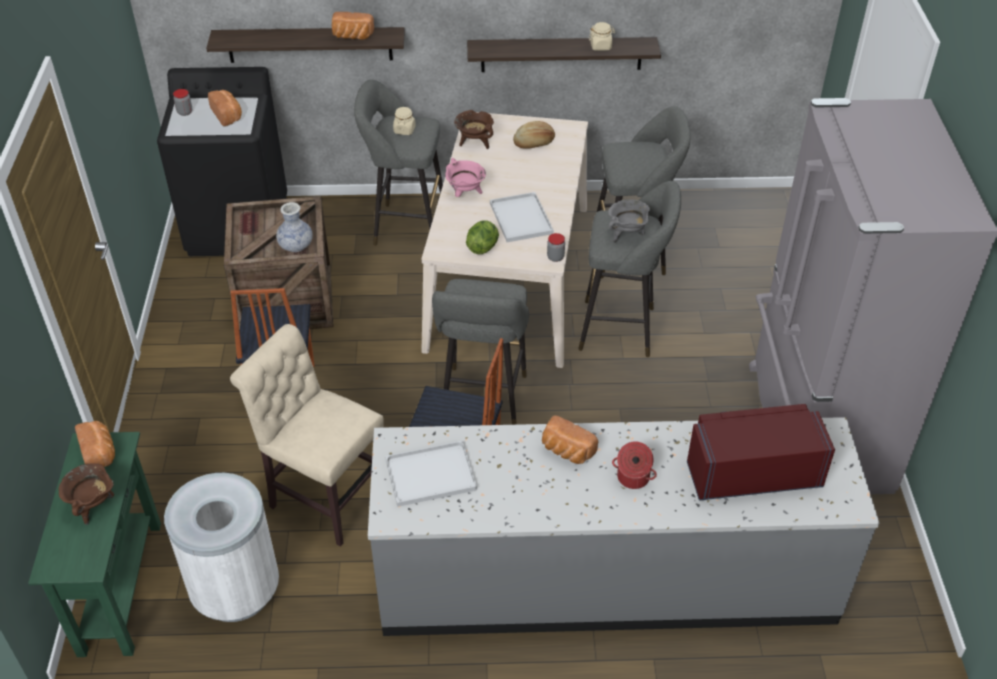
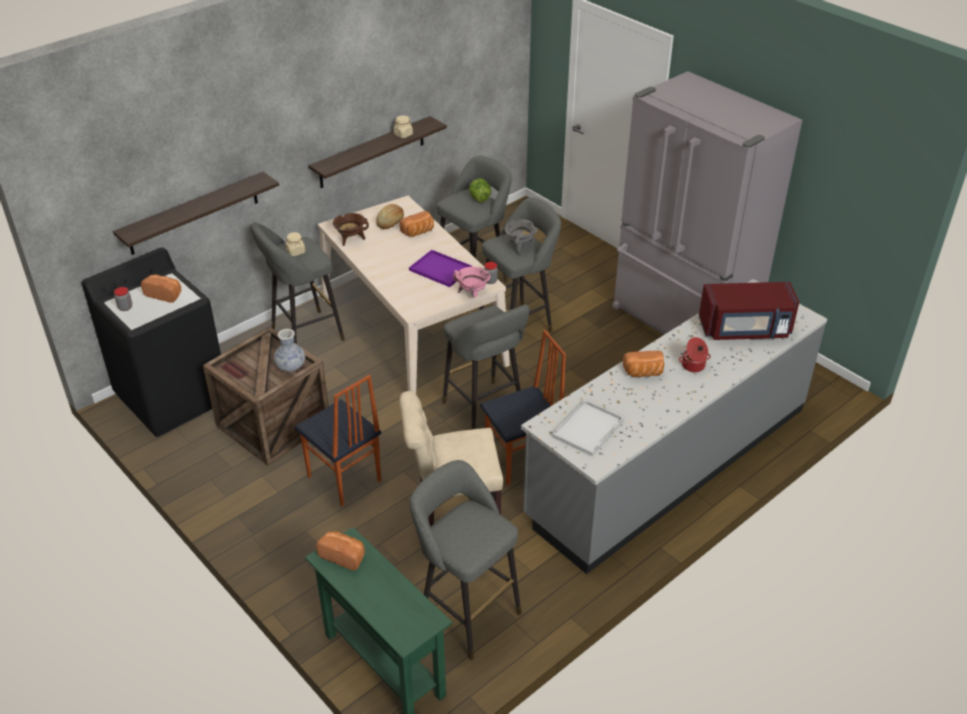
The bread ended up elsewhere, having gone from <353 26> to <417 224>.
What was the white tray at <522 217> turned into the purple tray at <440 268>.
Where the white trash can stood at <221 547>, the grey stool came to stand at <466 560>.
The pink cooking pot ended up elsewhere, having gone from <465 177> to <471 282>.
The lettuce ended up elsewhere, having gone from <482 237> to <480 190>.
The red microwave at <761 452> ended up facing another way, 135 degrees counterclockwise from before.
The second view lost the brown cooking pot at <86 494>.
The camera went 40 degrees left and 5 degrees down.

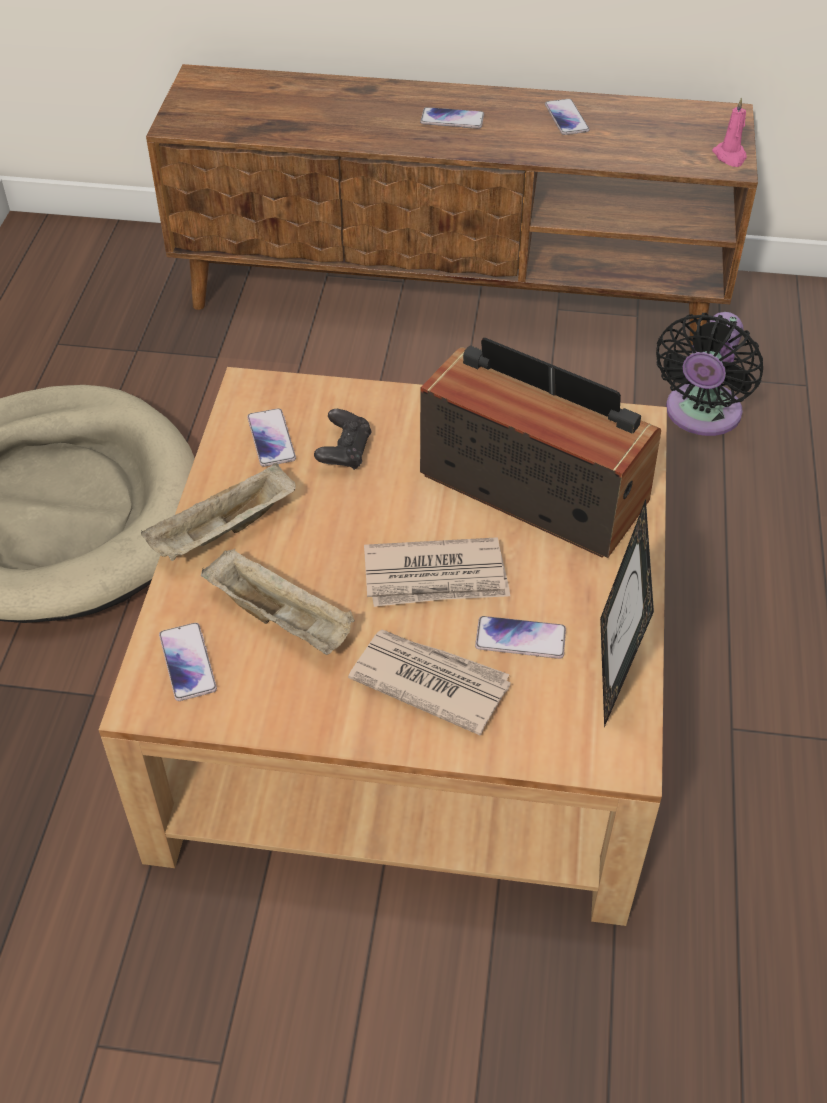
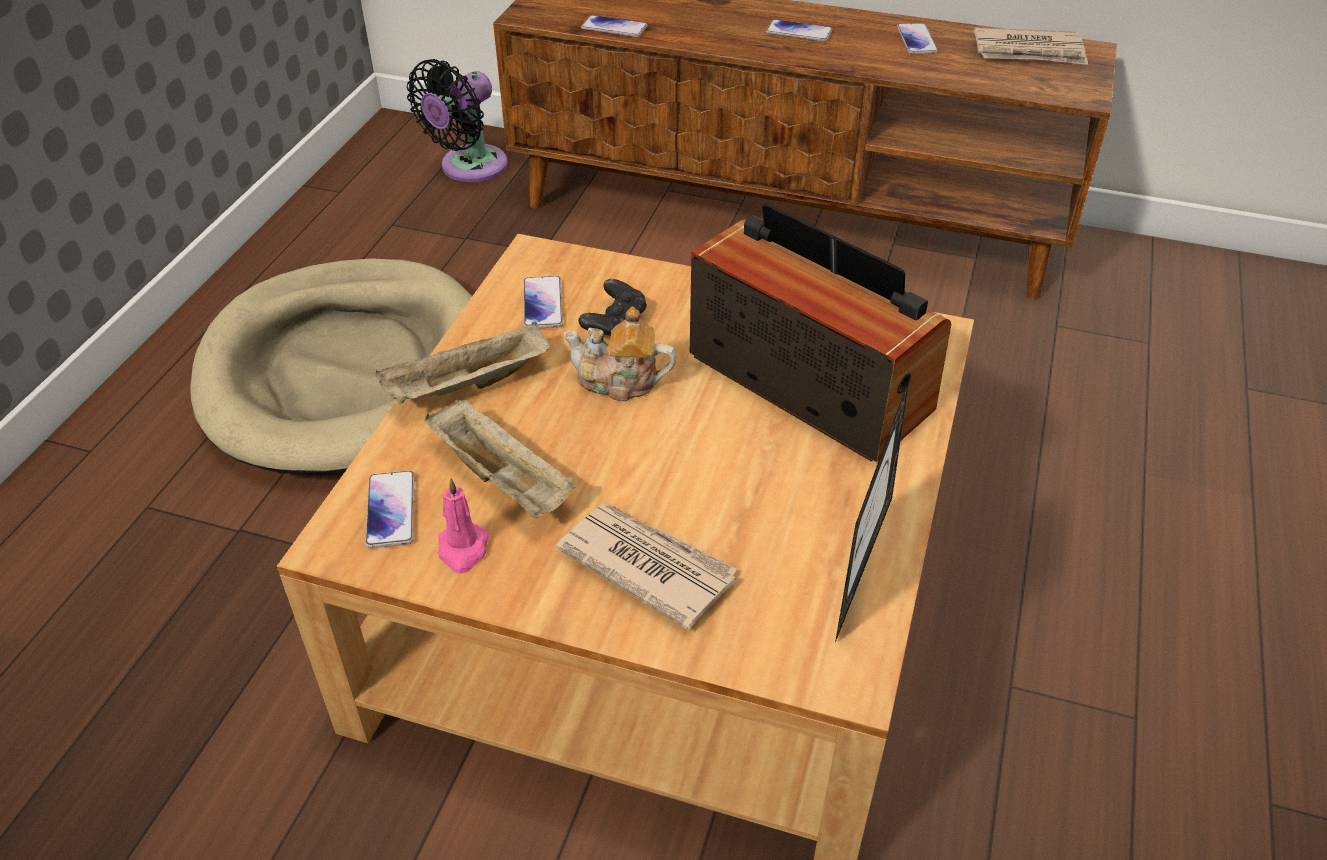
The black fan ended up elsewhere, having gone from <709 374> to <457 120>.
The pink candle ended up elsewhere, having gone from <729 132> to <463 525>.
The second view gained the teapot at <620 354>.
The phone ended up elsewhere, having gone from <520 637> to <614 26>.
The newspaper ended up elsewhere, having gone from <437 572> to <1031 46>.
The camera went 10 degrees right and 5 degrees down.

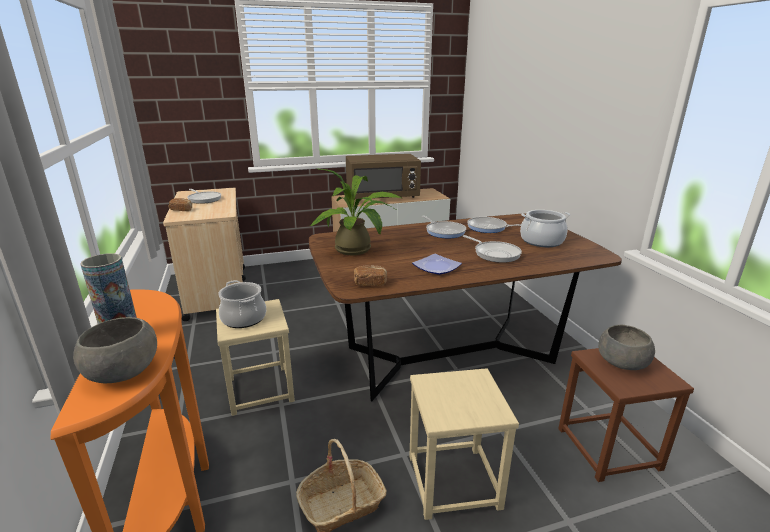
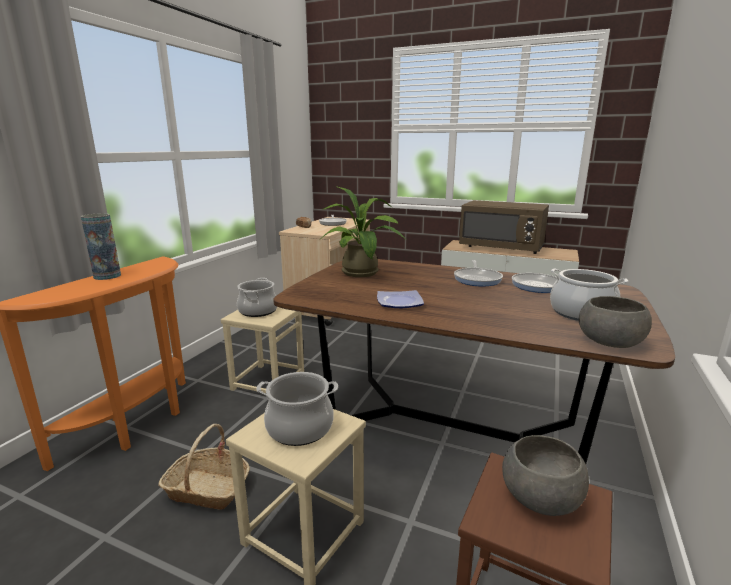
The second view gained the cooking pot at <297 409>.
The grey bowl ended up elsewhere, having gone from <115 350> to <615 322>.
The second view lost the bread at <370 275>.
The second view lost the frying pan at <492 249>.
The camera went 40 degrees right and 5 degrees down.

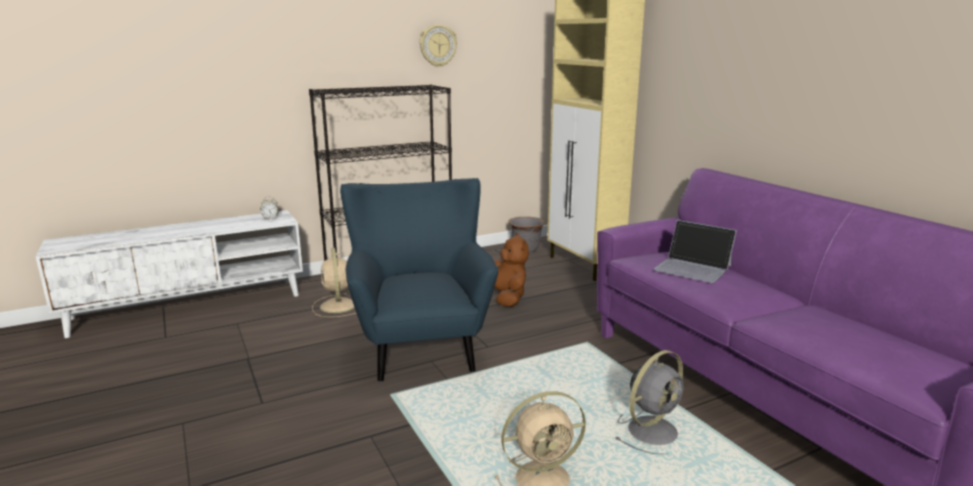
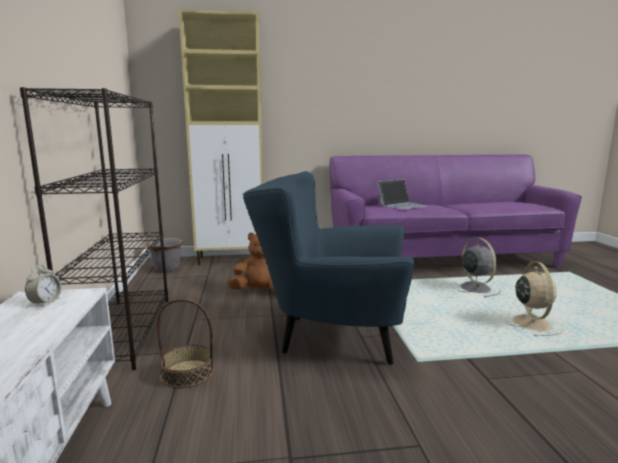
Where the beige fan stood at <334 282>, the basket came to stand at <185 343>.
The second view lost the wall clock at <438 45>.
The camera went 70 degrees left and 5 degrees down.

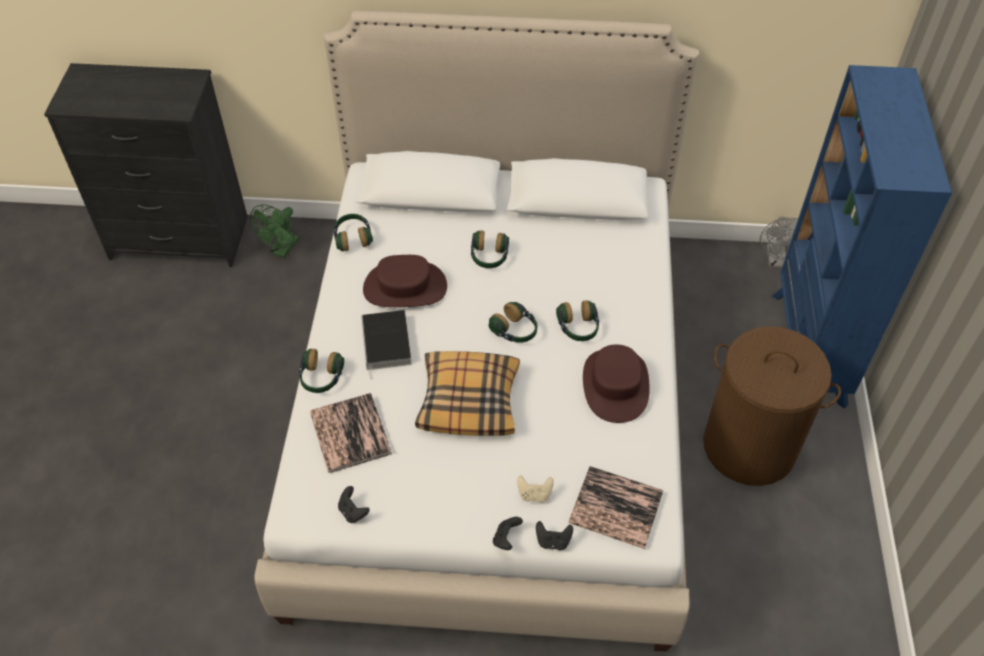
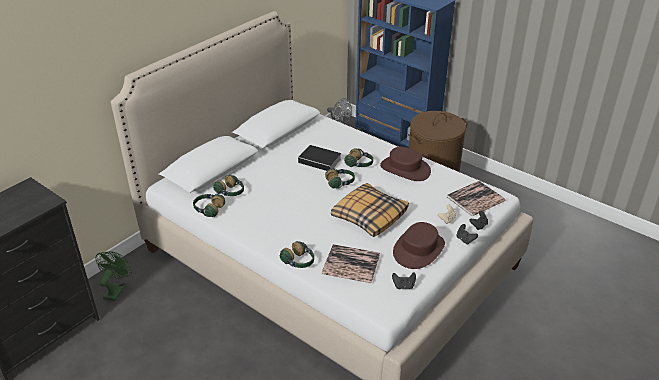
The green fan at <274 231> ended up facing another way, 135 degrees counterclockwise from before.
The headphones ended up elsewhere, having gone from <490 249> to <228 185>.
The book ended up elsewhere, having gone from <386 345> to <319 158>.
The brown hat ended up elsewhere, having gone from <405 281> to <419 245>.
The camera went 55 degrees left and 15 degrees down.

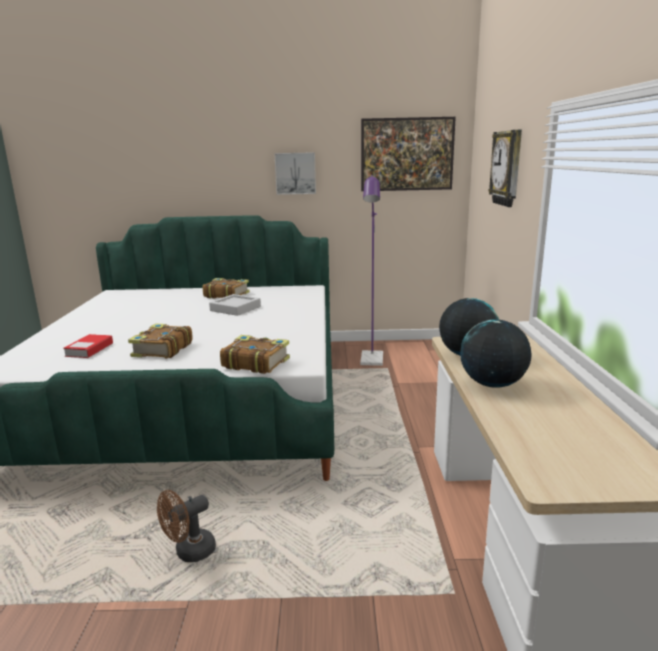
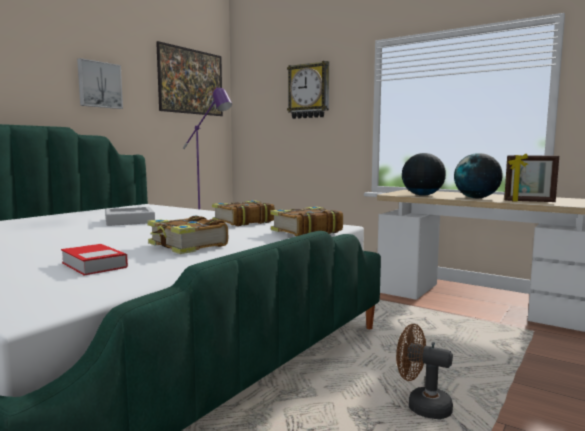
The book ended up elsewhere, having gone from <226 288> to <243 213>.
The brown fan at <186 526> ended up facing another way, 120 degrees clockwise from before.
The second view gained the picture frame at <531 178>.
The camera went 55 degrees left and 10 degrees down.

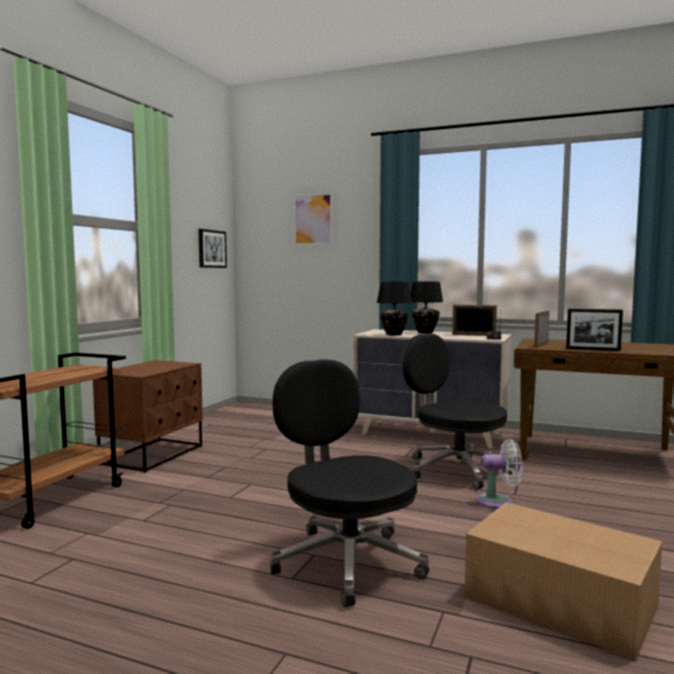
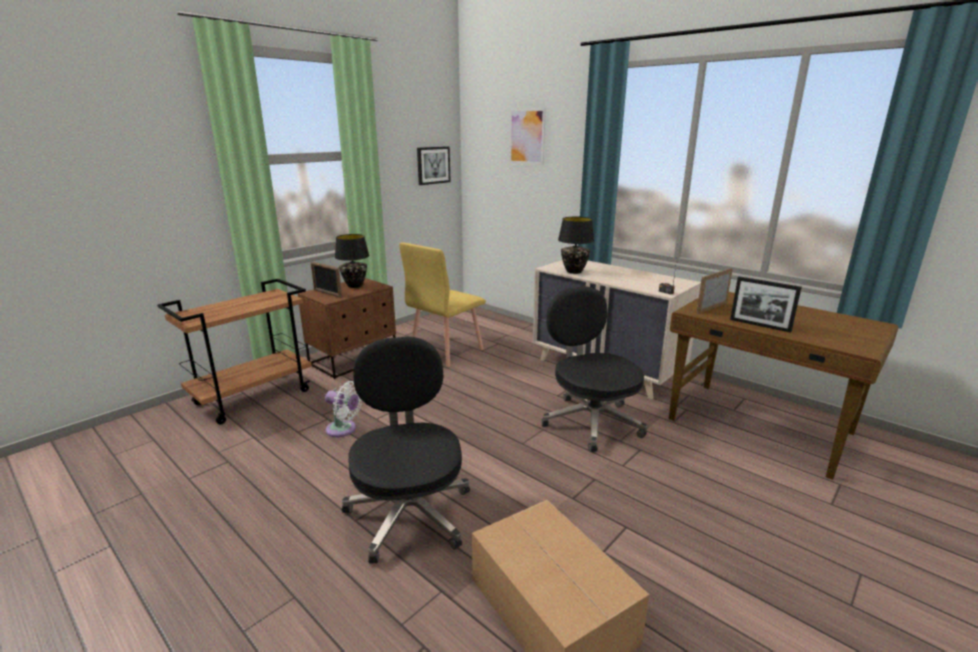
The picture frame ended up elsewhere, having gone from <474 320> to <326 280>.
The white fan ended up elsewhere, having gone from <499 474> to <343 409>.
The black table lamp ended up elsewhere, having gone from <427 307> to <352 261>.
The second view gained the yellow chair at <442 304>.
The camera went 20 degrees right and 15 degrees up.

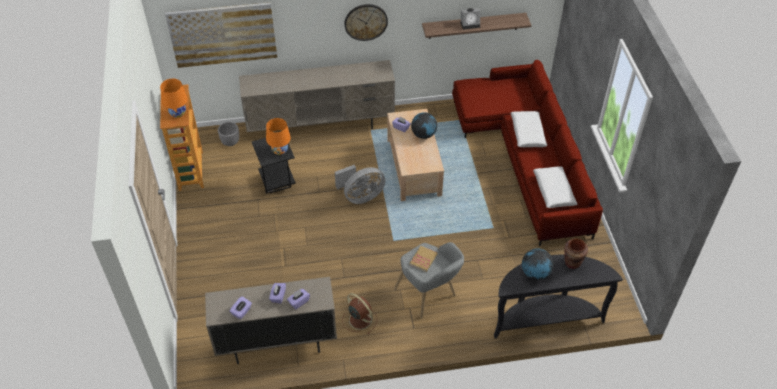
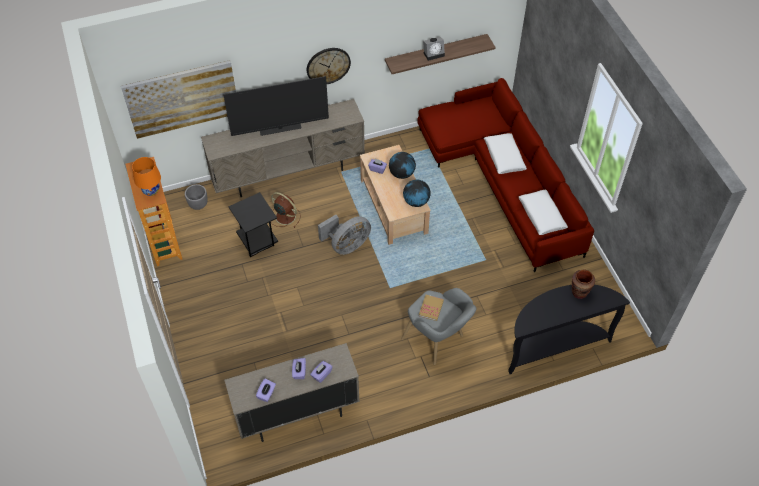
The second view gained the television at <276 106>.
The brown fan ended up elsewhere, having gone from <359 313> to <286 209>.
The globe ended up elsewhere, having gone from <538 264> to <417 193>.
The second view lost the orange table lamp at <278 136>.
The camera went 10 degrees left and 5 degrees up.

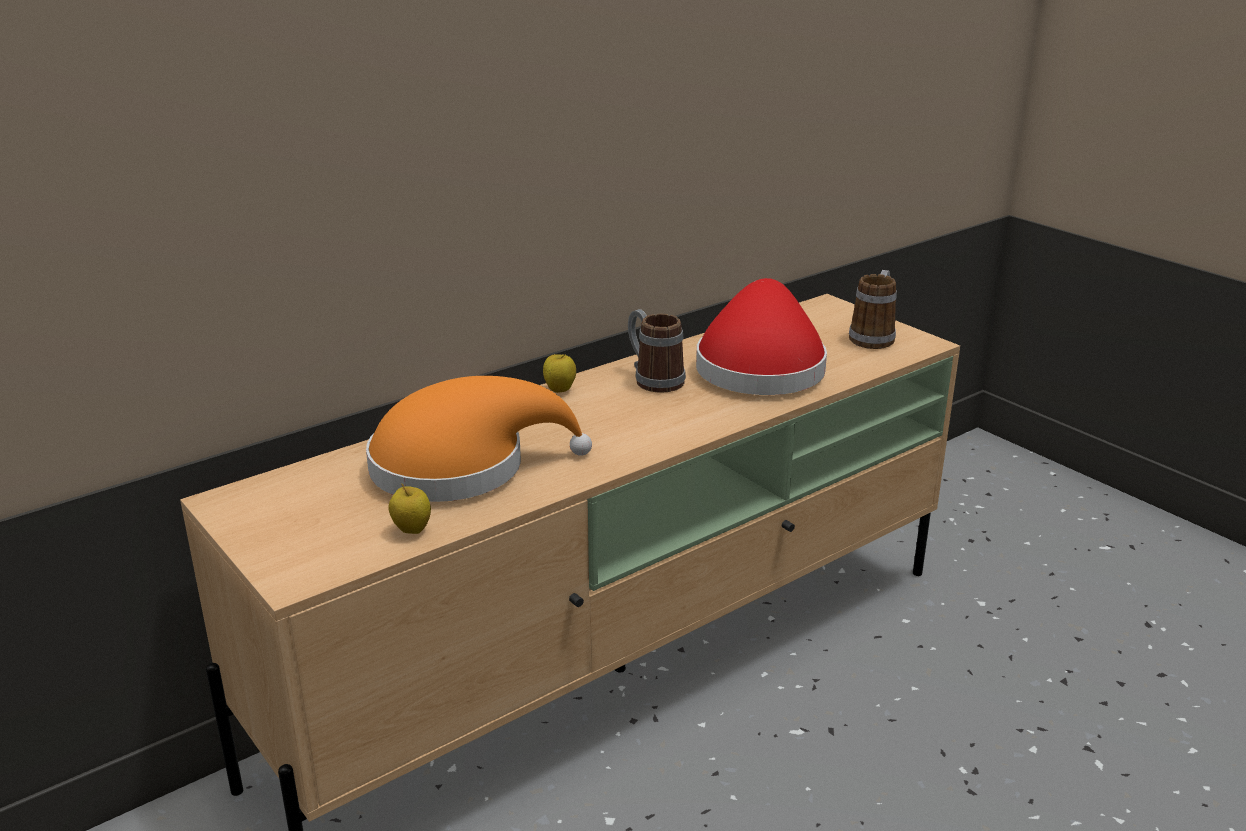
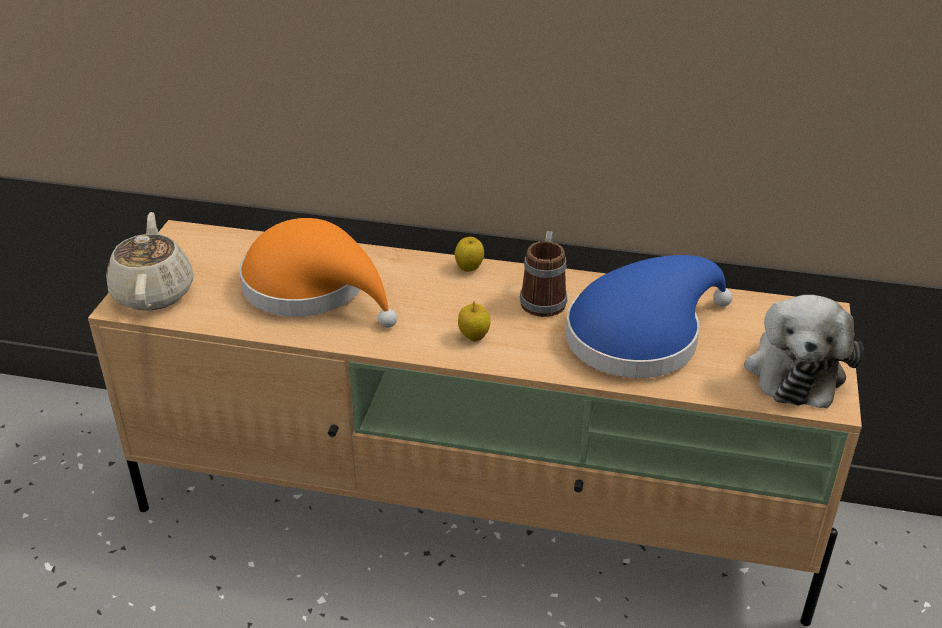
The second view gained the beige teapot at <150 261>.
The apple ended up elsewhere, having gone from <409 509> to <474 321>.
What was the red hat at <761 336> turned into the blue hat at <649 316>.
Where the mug stood at <873 309>, the plush toy came to stand at <804 351>.
The camera went 50 degrees right and 10 degrees up.

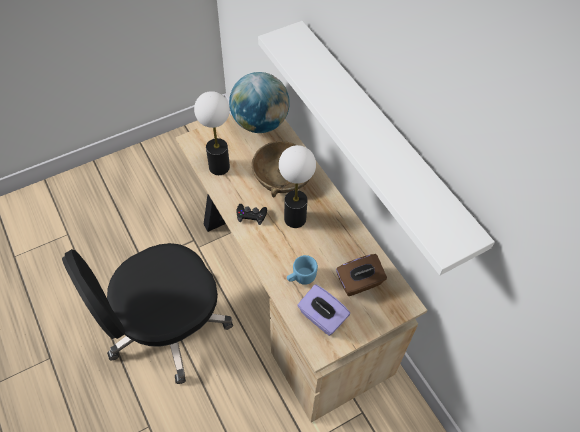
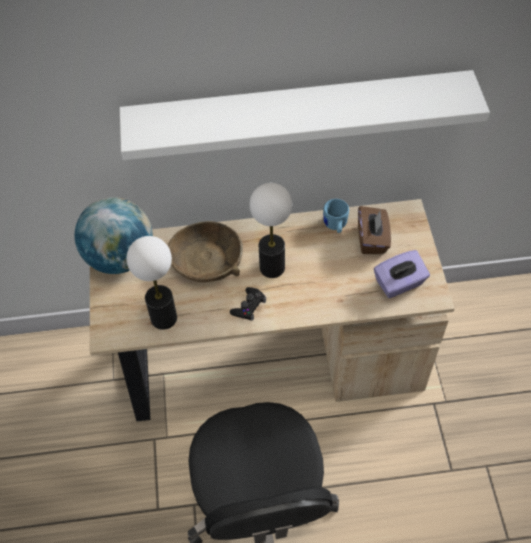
The blue mug ended up elsewhere, having gone from <302 270> to <336 216>.
The camera went 65 degrees left and 0 degrees up.

